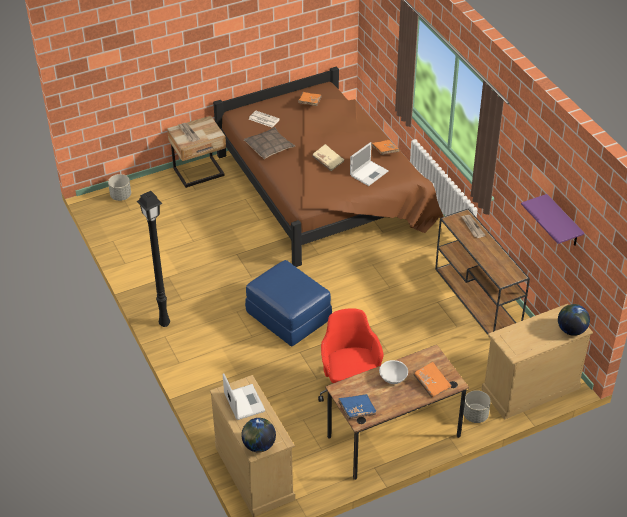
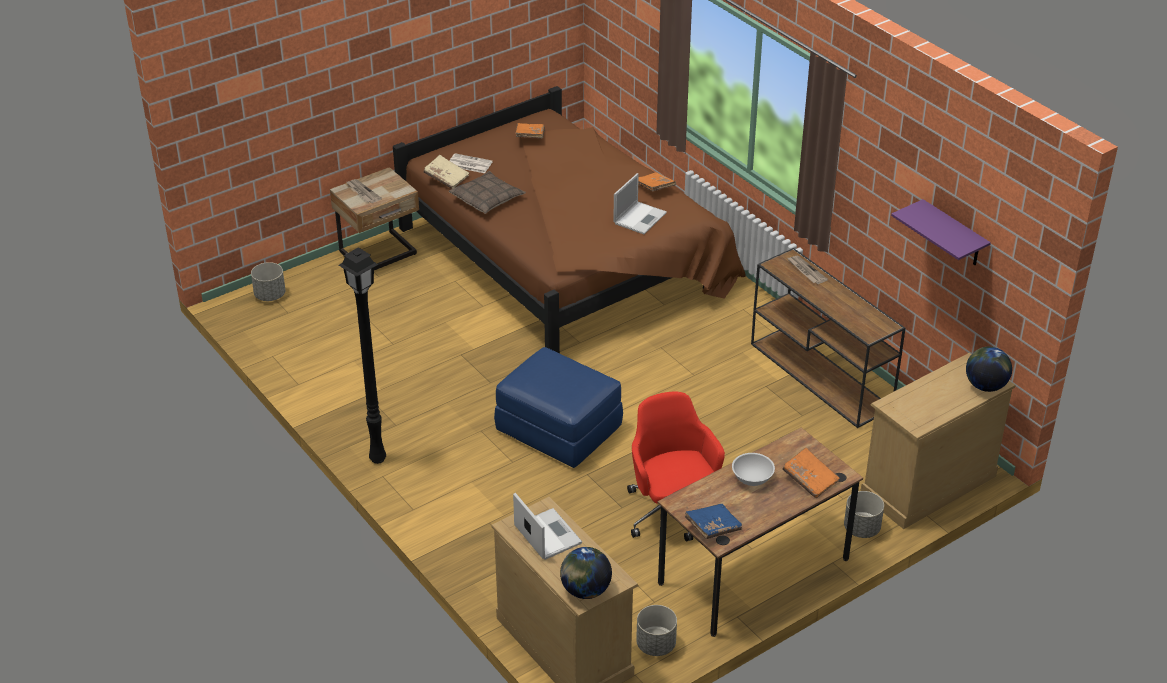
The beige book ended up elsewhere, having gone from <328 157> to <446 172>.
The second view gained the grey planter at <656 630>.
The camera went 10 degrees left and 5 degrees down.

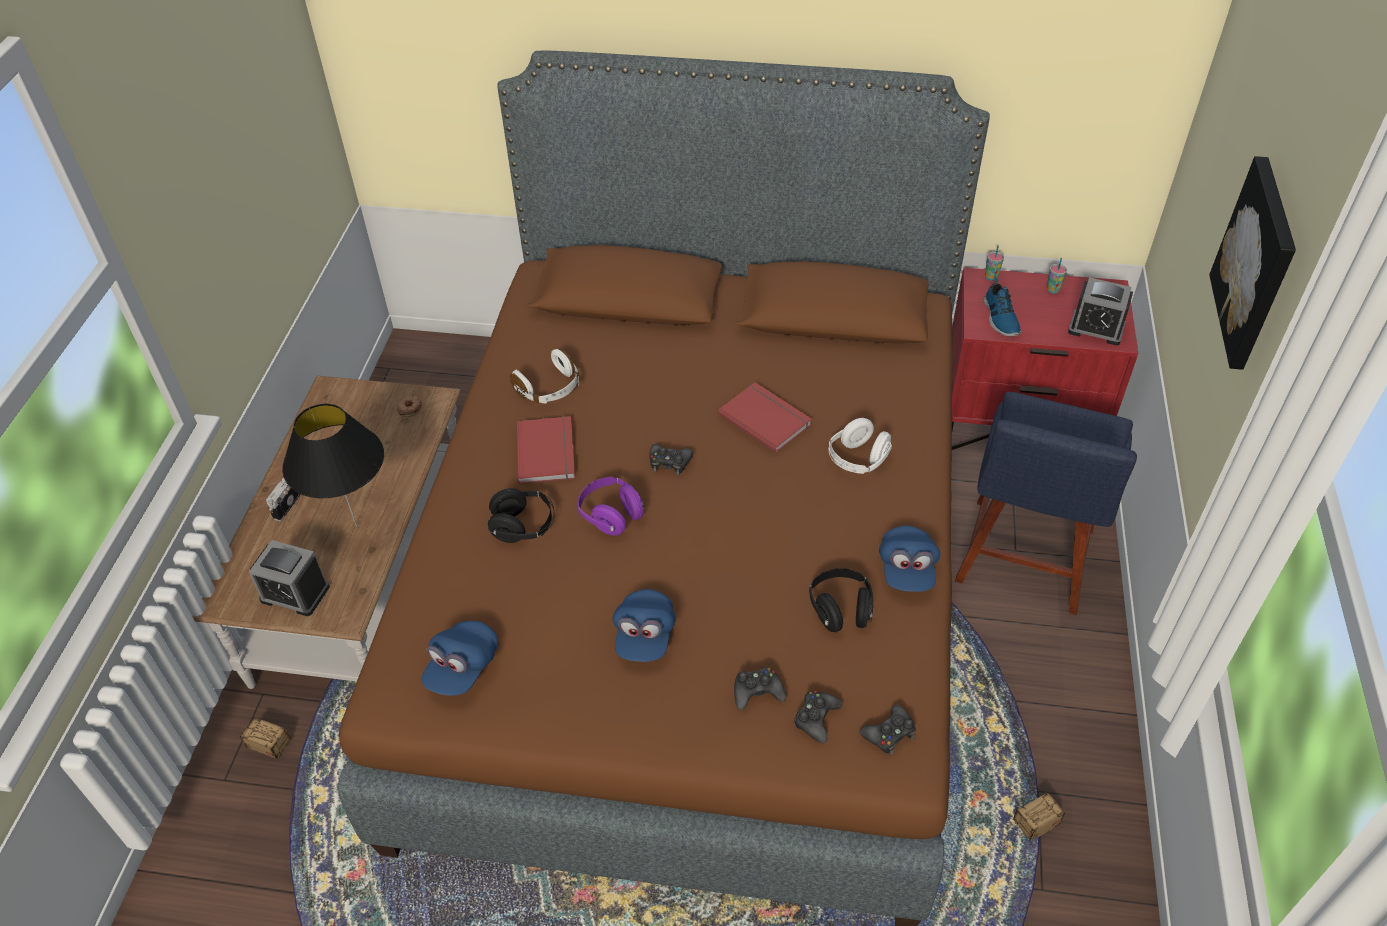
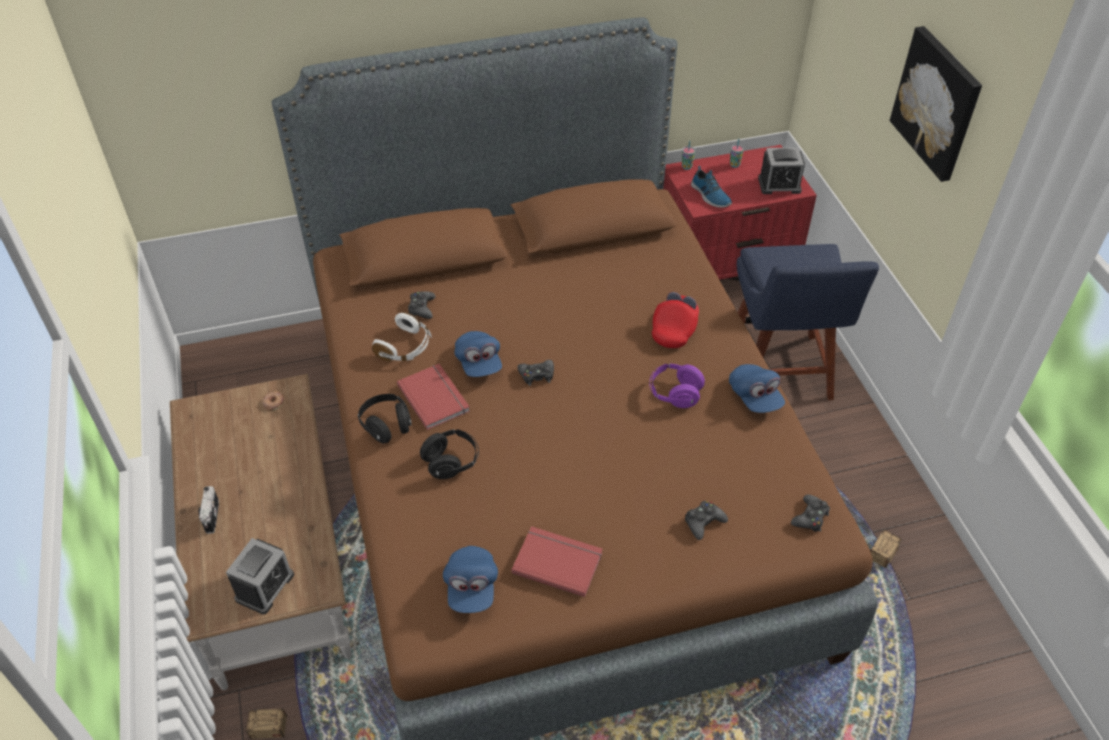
The alarm clock at <289 578> ended up facing another way, 60 degrees counterclockwise from before.
The black headphones ended up elsewhere, having gone from <841 600> to <385 418>.
The black game controller ended up elsewhere, having gone from <818 717> to <421 305>.
The blue cap ended up elsewhere, having gone from <644 625> to <478 354>.
The red book ended up elsewhere, having gone from <765 417> to <557 561>.
The purple headphones ended up elsewhere, having gone from <611 506> to <677 385>.
Where the white headphones stood at <860 446>, the red cap came to stand at <675 320>.
The second view lost the black table lamp at <333 465>.
The camera went 25 degrees left and 0 degrees up.

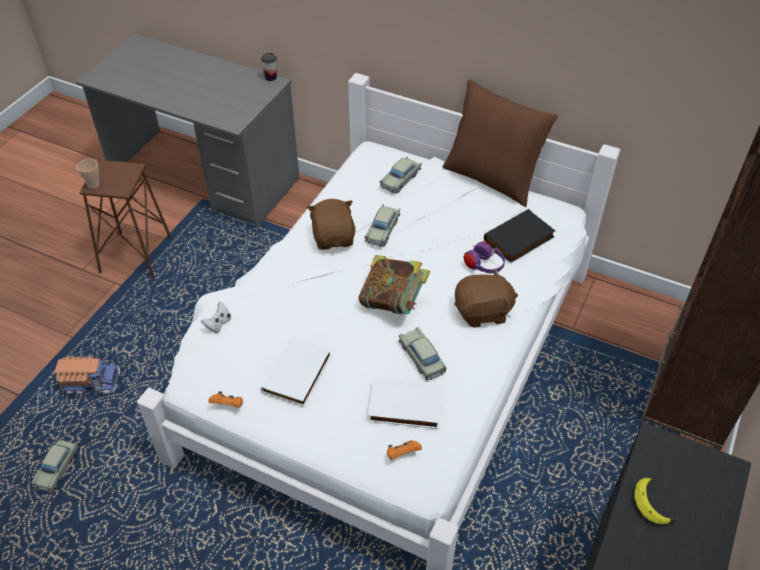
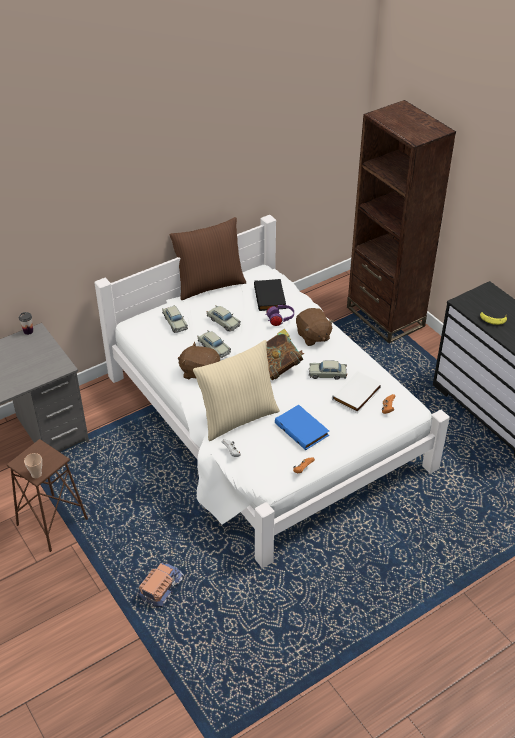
The second view gained the beige pillow at <236 390>.
The beige toy car ended up elsewhere, having gone from <55 465> to <224 319>.
What was the white book at <296 371> turned into the blue book at <302 427>.
The brown plush toy at <486 298> ended up facing another way, 135 degrees clockwise from before.
The camera went 60 degrees left and 5 degrees down.

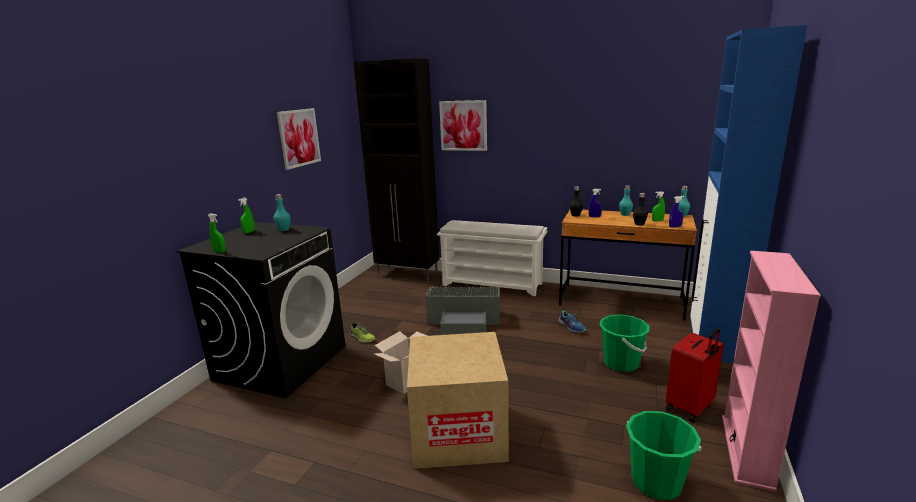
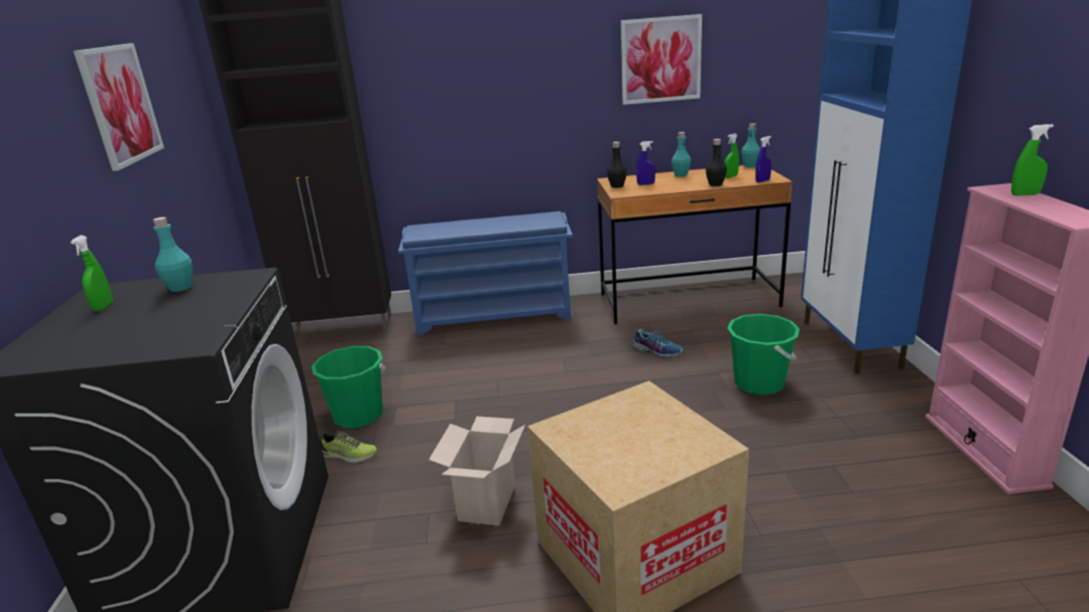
The green bucket ended up elsewhere, having gone from <664 455> to <349 387>.
What was the white shoe rack at <492 258> turned into the blue shoe rack at <485 273>.
The picture ended up elsewhere, having gone from <463 125> to <661 59>.
The green spray bottle ended up elsewhere, having gone from <217 233> to <1032 160>.
The second view lost the grey storage box at <463 310>.
The second view lost the red suitcase at <695 375>.
The camera went 25 degrees left and 5 degrees up.

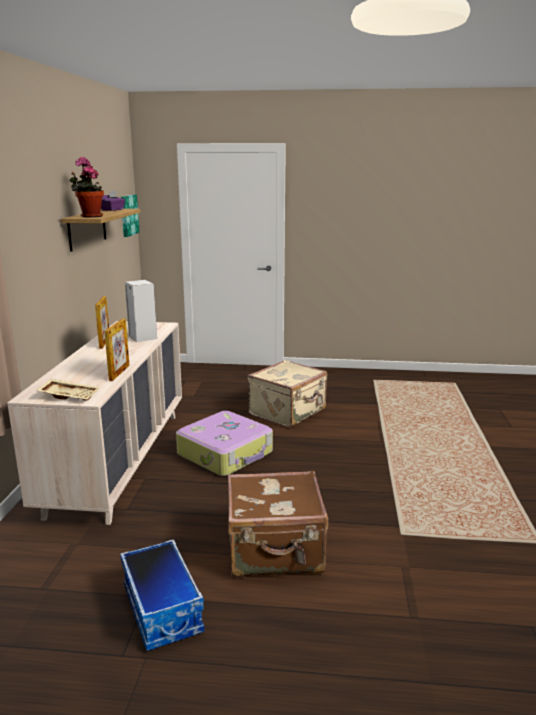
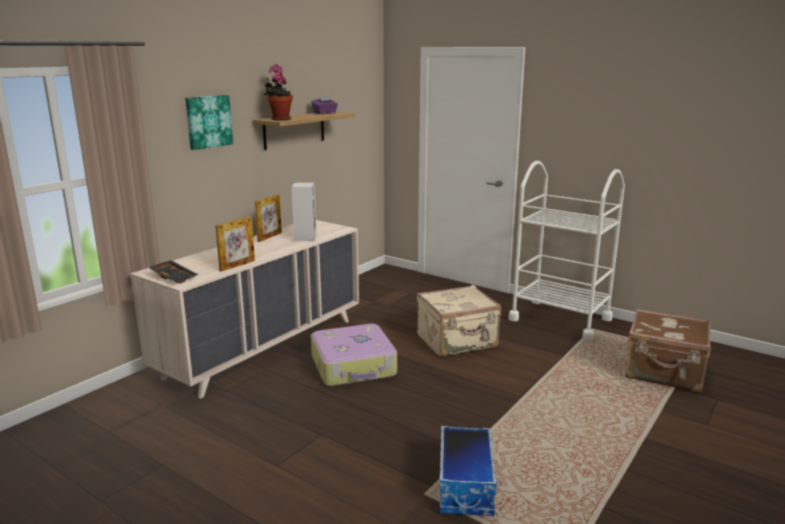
What was the beige tray at <68 389> turned into the black tray at <173 272>.
The picture ended up elsewhere, having gone from <130 215> to <209 122>.
The storage box ended up elsewhere, having gone from <162 595> to <468 471>.
The second view gained the white cart at <566 251>.
The brown suitcase ended up elsewhere, having gone from <278 523> to <668 351>.
The camera went 30 degrees right and 0 degrees up.

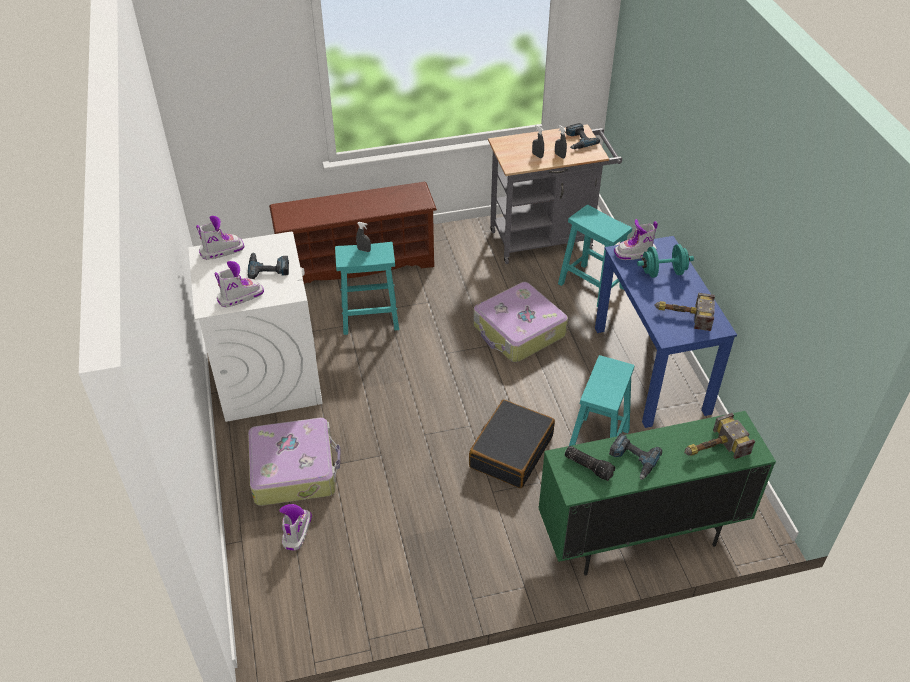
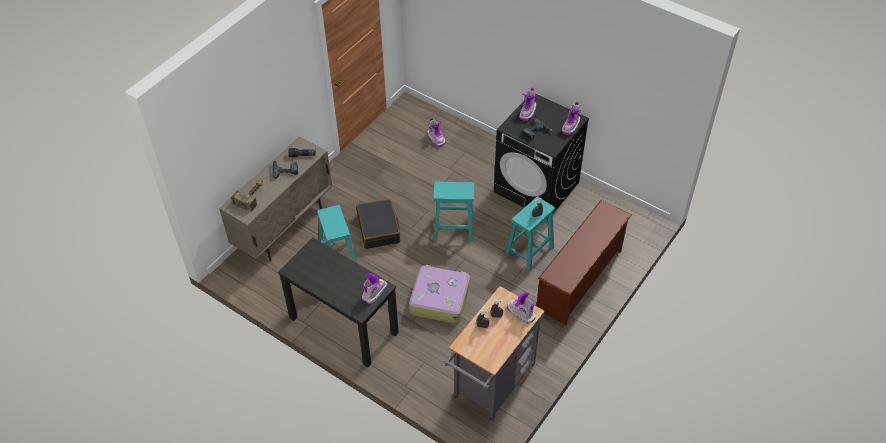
What was the green cabinet at <657 493> turned into the beige cabinet at <275 199>.
What was the blue desk at <666 332> turned into the black desk at <338 303>.
The turquoise stool ended up elsewhere, having gone from <595 256> to <453 211>.
What was the white washing machine at <255 327> turned into the black washing machine at <541 157>.
The second view gained the boot at <521 308>.
The second view lost the suitcase at <294 462>.
The second view lost the power drill at <582 136>.
The second view lost the turquoise dumbbell at <665 261>.
The second view lost the hammer at <684 312>.
The camera went 140 degrees right and 5 degrees up.

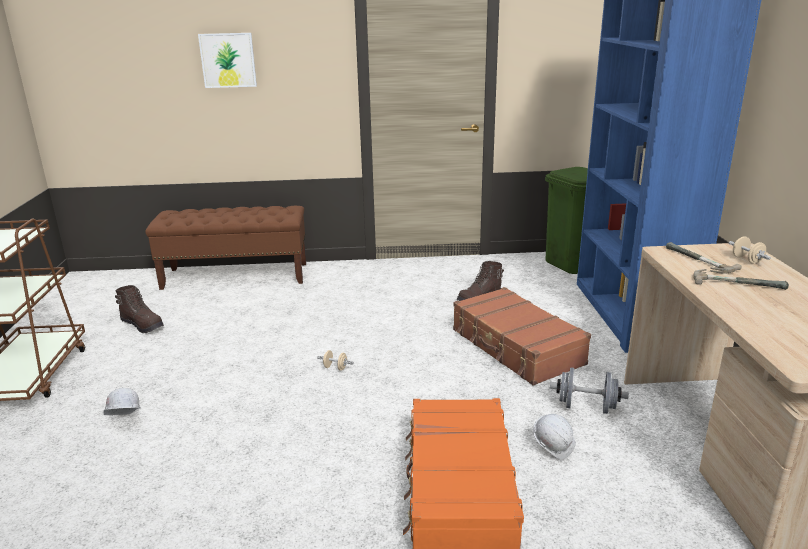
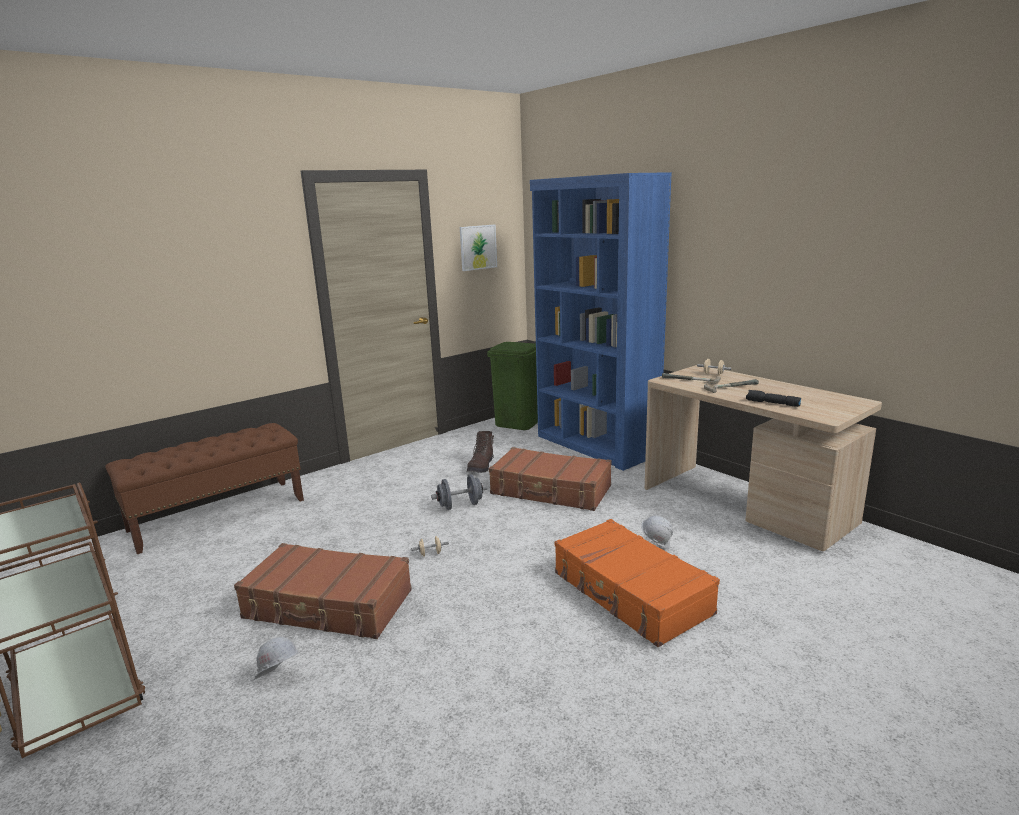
The second view gained the brown suitcase at <323 591>.
The grey dumbbell ended up elsewhere, having gone from <589 390> to <459 492>.
The picture ended up elsewhere, having gone from <227 60> to <478 248>.
The second view gained the black flashlight at <773 398>.
The second view lost the brown boot at <139 309>.
The camera went 35 degrees left and 5 degrees down.

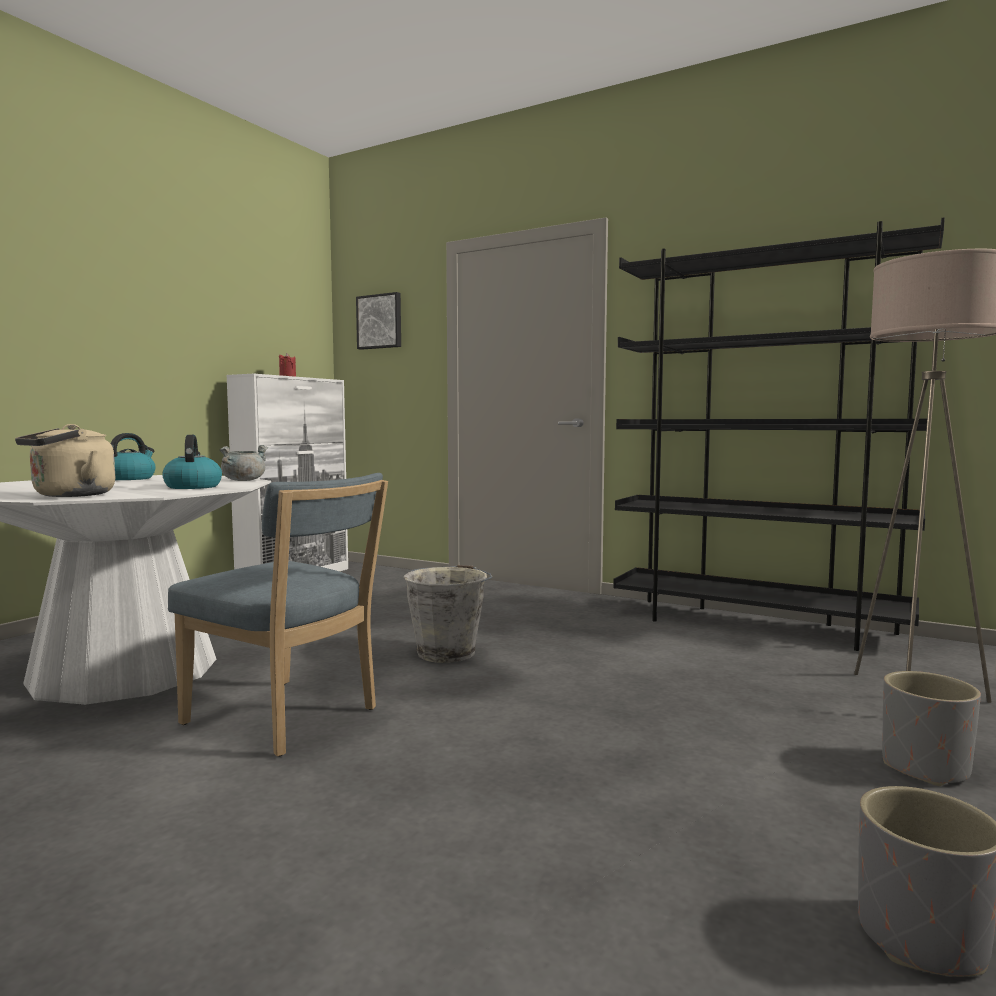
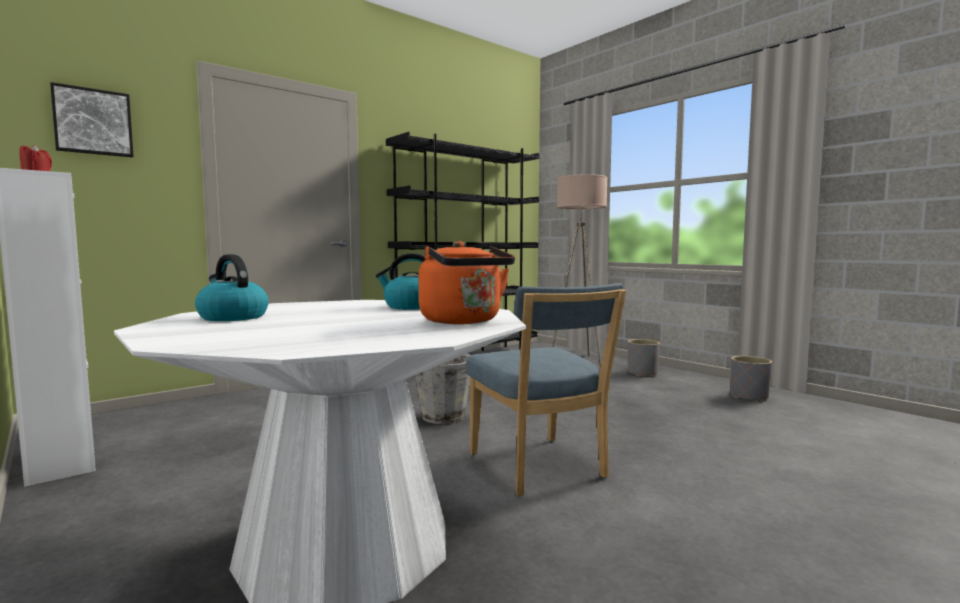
What was the beige kettle at <65 460> turned into the orange kettle at <467 282>.
The blue chair at <278 615> ended up facing another way, 105 degrees clockwise from before.
The second view lost the grey cooking pot at <243 463>.
The camera went 70 degrees left and 0 degrees up.

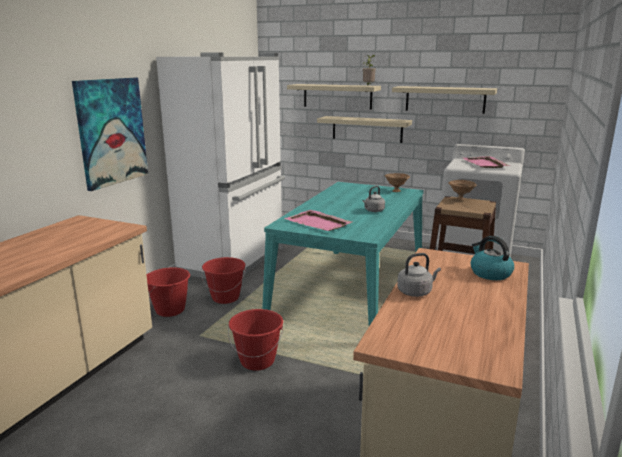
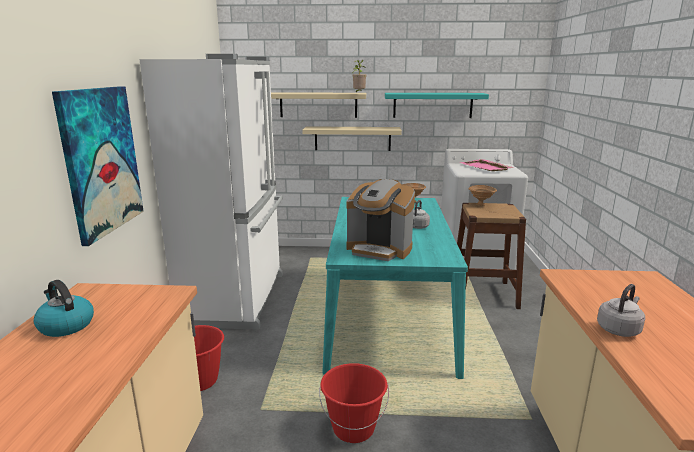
The kettle ended up elsewhere, having gone from <492 258> to <64 308>.
Where the pink tray stood at <318 220>, the coffee machine came to stand at <380 220>.
What was the beige shelf at <444 100> turned into the turquoise shelf at <437 105>.
The second view lost the red bucket at <223 280>.
The camera went 20 degrees left and 0 degrees up.

